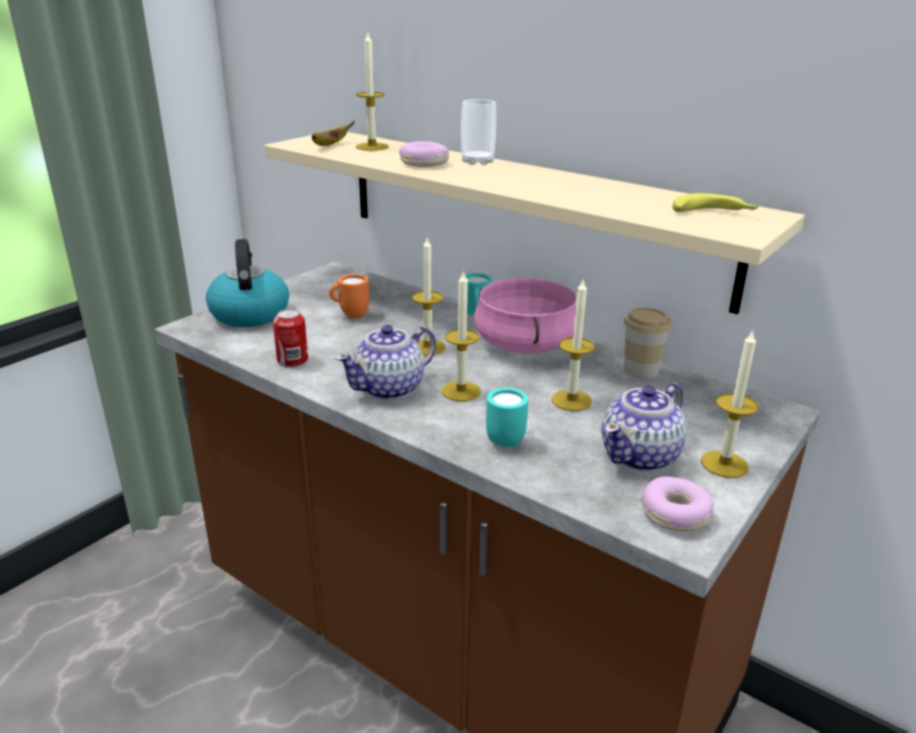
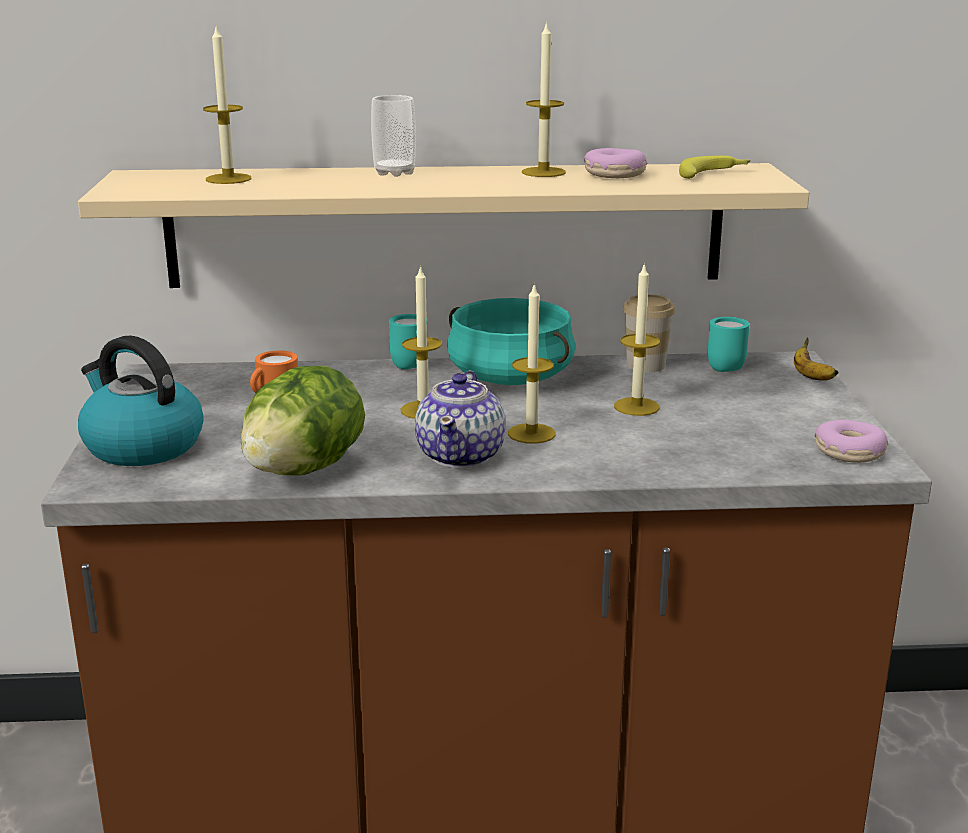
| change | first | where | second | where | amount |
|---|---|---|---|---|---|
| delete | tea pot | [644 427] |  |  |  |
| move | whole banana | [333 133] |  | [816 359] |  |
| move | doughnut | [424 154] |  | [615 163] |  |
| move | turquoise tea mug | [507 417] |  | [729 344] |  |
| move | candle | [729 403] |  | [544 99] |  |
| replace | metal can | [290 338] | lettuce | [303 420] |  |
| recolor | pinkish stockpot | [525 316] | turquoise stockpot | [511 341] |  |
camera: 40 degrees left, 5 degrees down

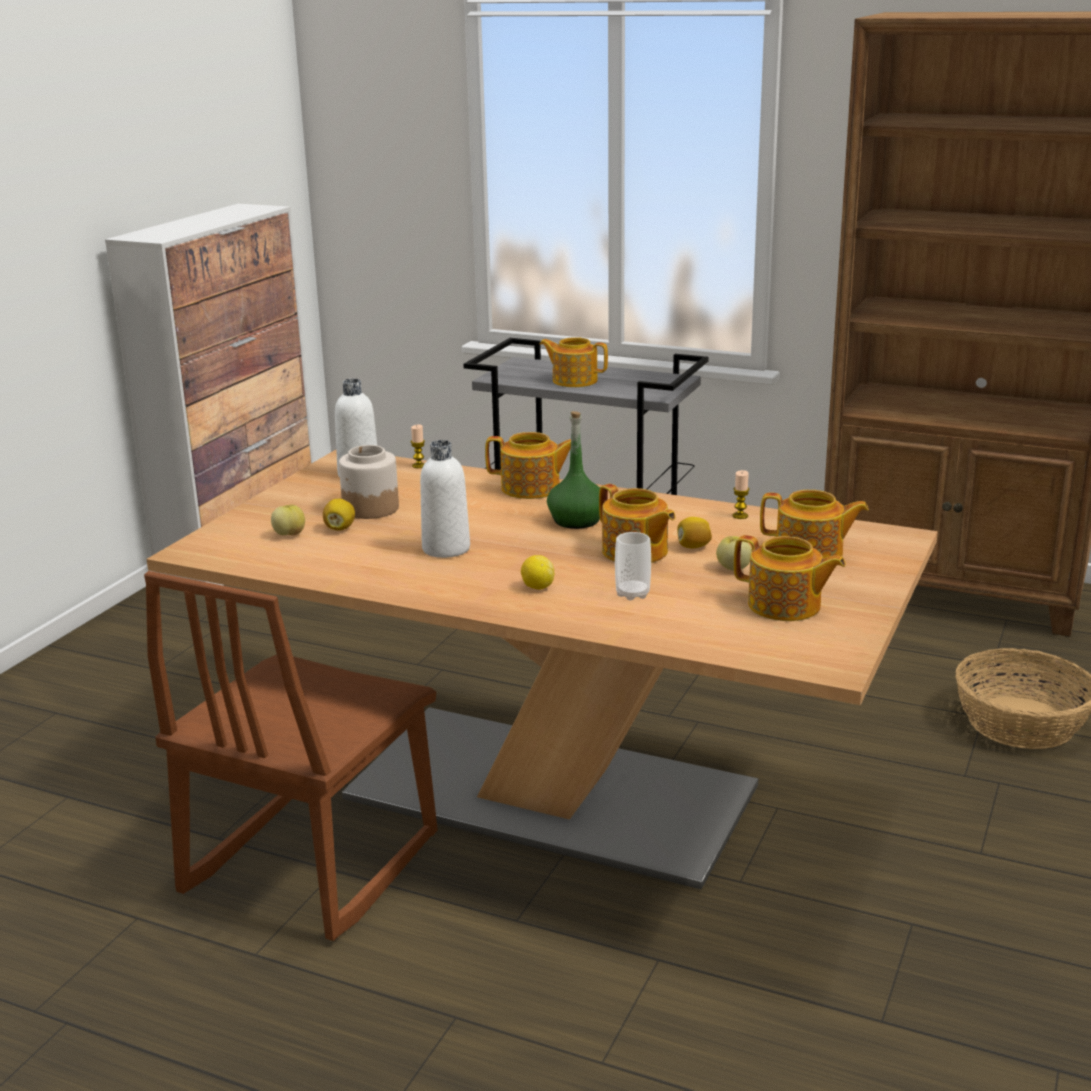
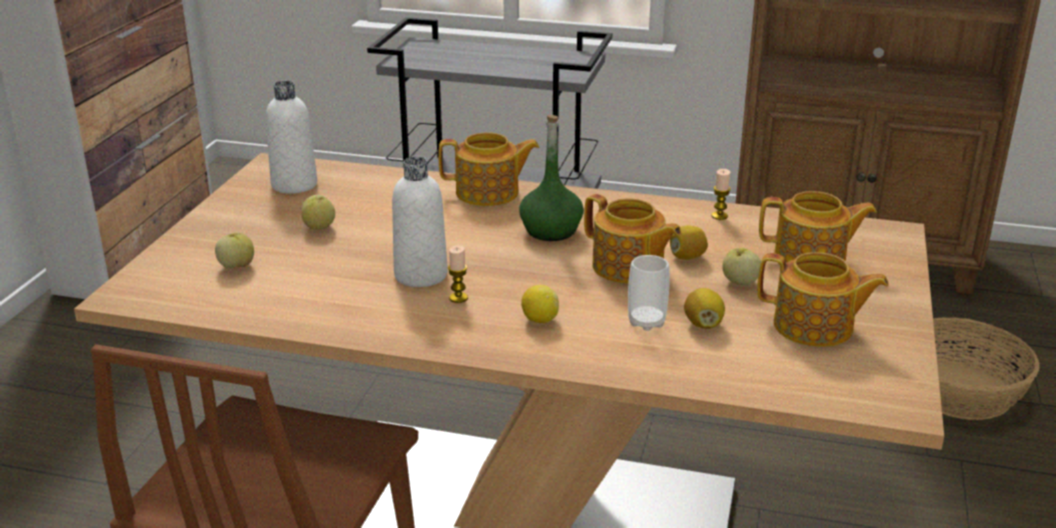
| change | first | where | second | where | amount |
|---|---|---|---|---|---|
| delete | tea pot | [574 362] |  |  |  |
| move | whole lemon | [339 515] |  | [704 308] |  |
| move | candle | [418 446] |  | [458 274] |  |
| replace | jar | [369 482] | apple | [318 212] |  |
camera: 10 degrees left, 5 degrees up

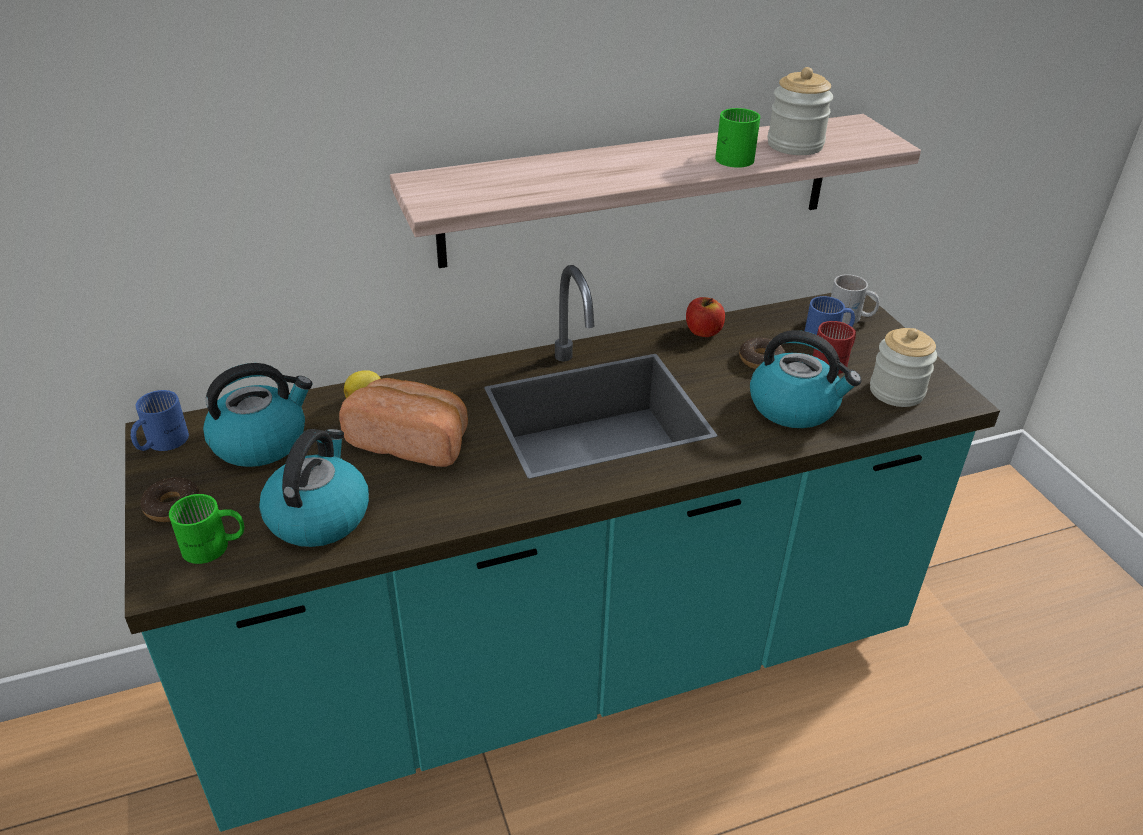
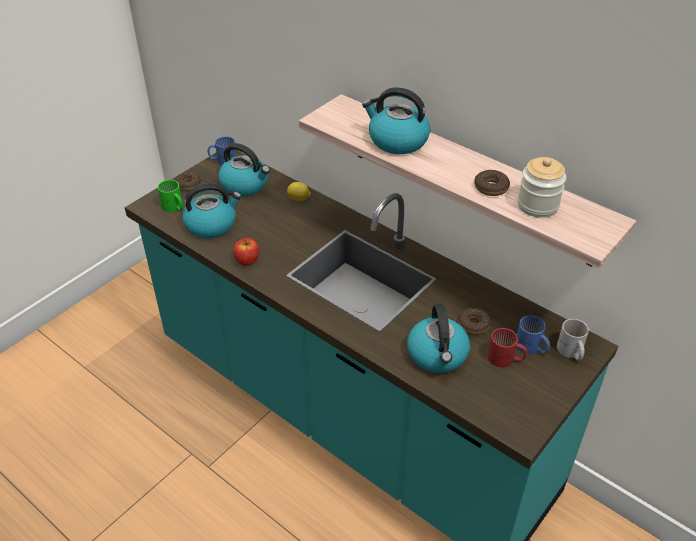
| change | first | where | second | where | amount |
|---|---|---|---|---|---|
| delete | baked bread | [403 422] |  |  |  |
| delete | jar | [903 367] |  |  |  |
| insert |  |  | tea kettle | [396 120] |  |
| move | apple | [705 317] |  | [246 252] |  |
| replace | green-coloured tea mug | [737 138] | doughnut | [492 183] |  |
camera: 60 degrees right, 5 degrees up

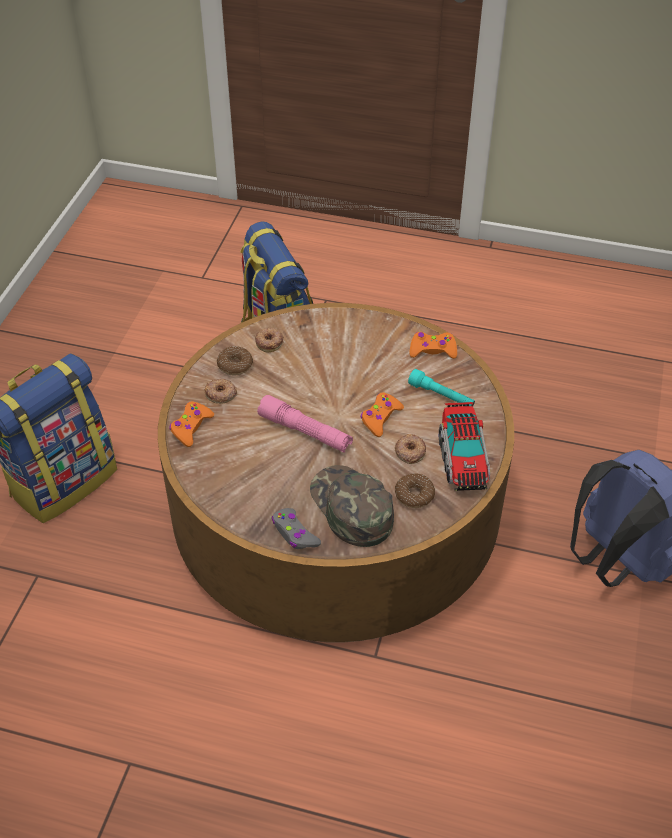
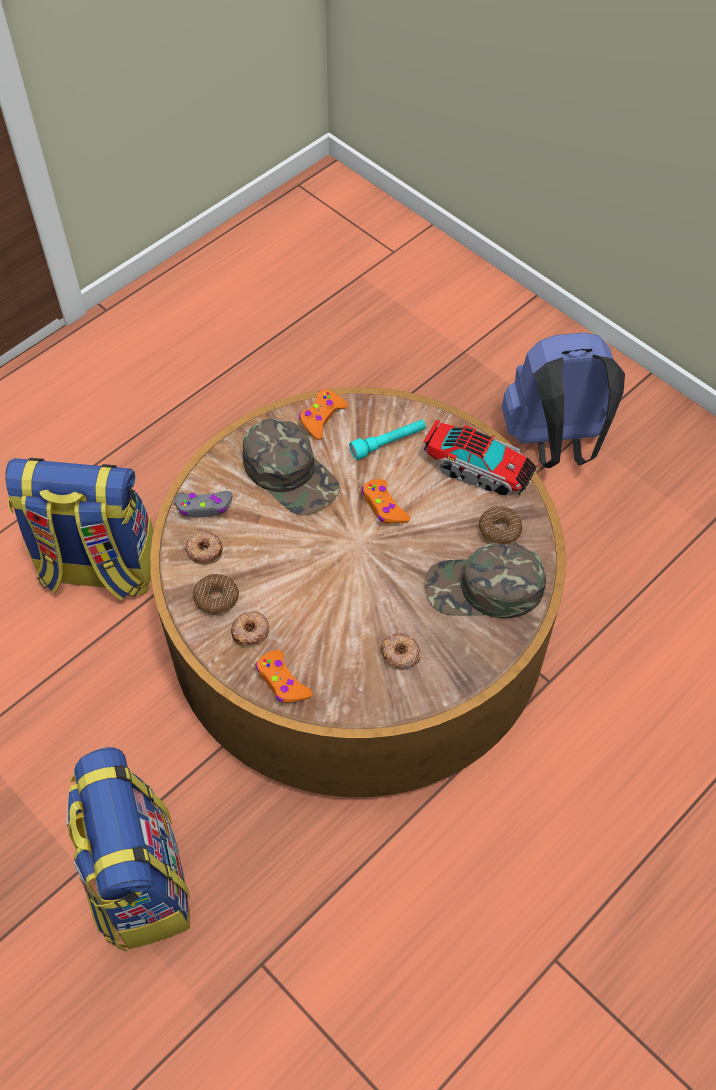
| change | first | where | second | where | amount |
|---|---|---|---|---|---|
| delete | pinkish hand torch | [305 424] |  |  |  |
| insert |  |  | green-coloured peaked cap | [291 466] |  |
| move | grey joypad | [296 528] |  | [204 504] |  |
| move | doughnut | [410 449] |  | [401 651] |  |
camera: 60 degrees left, 10 degrees up

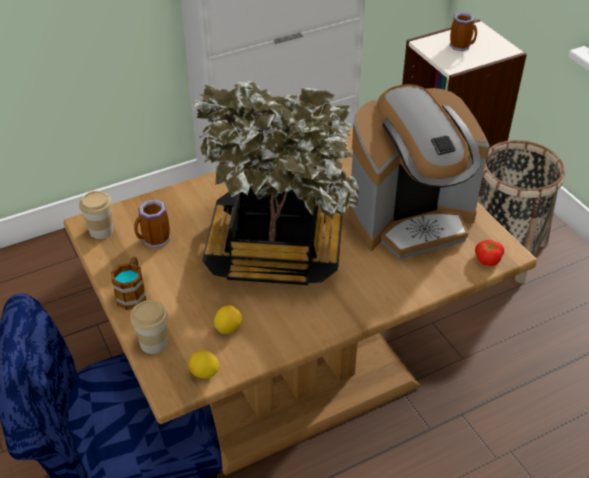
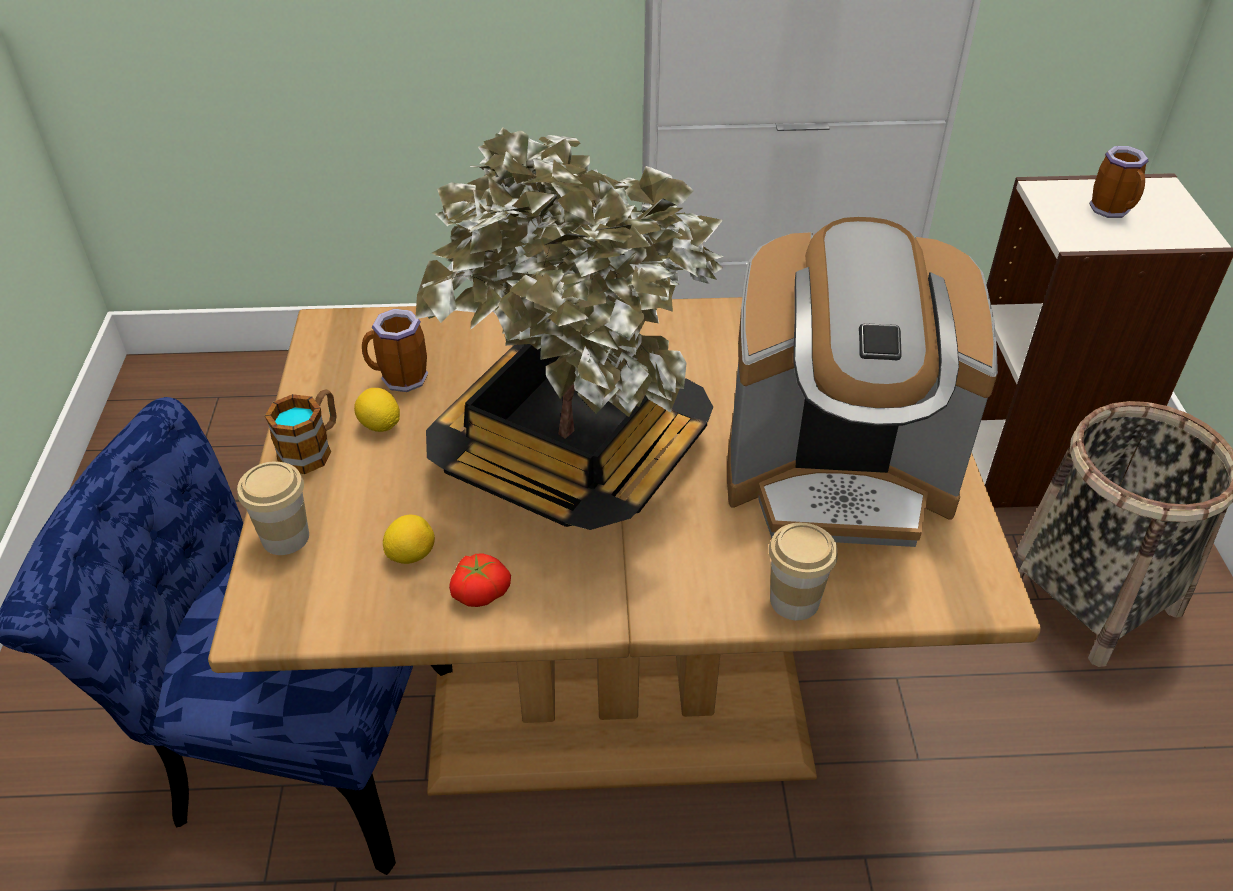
| change | first | where | second | where | amount |
|---|---|---|---|---|---|
| move | cup | [96 215] |  | [803 571] |  |
| move | whole lemon | [204 364] |  | [377 410] |  |
| move | tomato | [489 253] |  | [480 580] |  |
camera: 25 degrees right, 0 degrees up

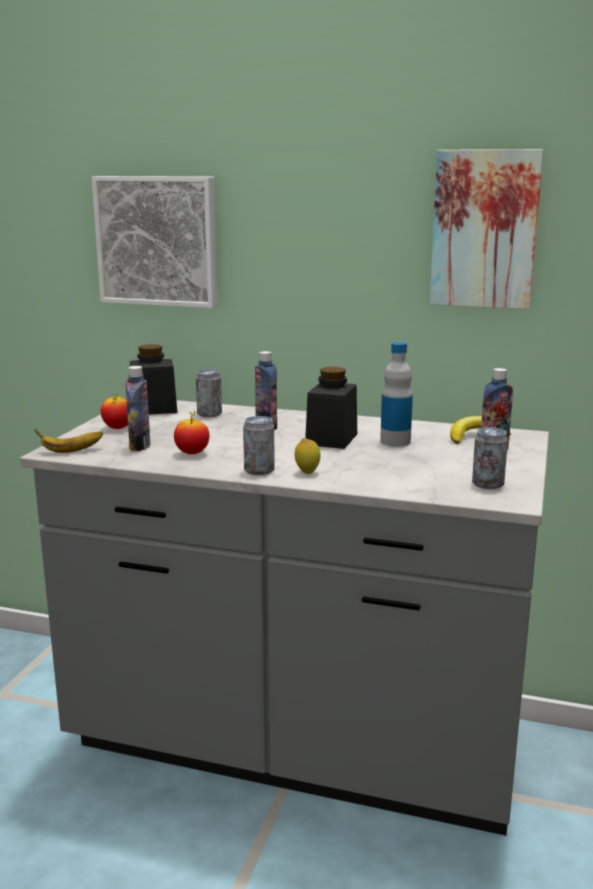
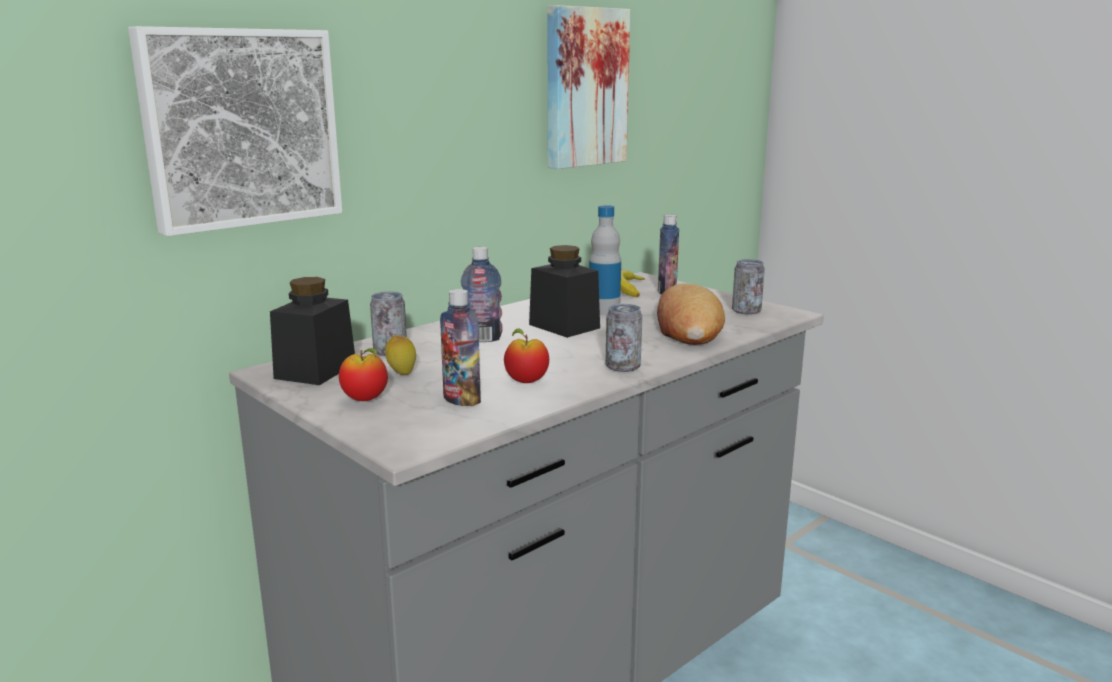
| change | first | where | second | where | amount |
|---|---|---|---|---|---|
| delete | whole banana | [68 441] |  |  |  |
| insert |  |  | baked bread | [691 314] |  |
| move | whole lemon | [307 456] |  | [400 355] |  |
camera: 60 degrees left, 0 degrees up

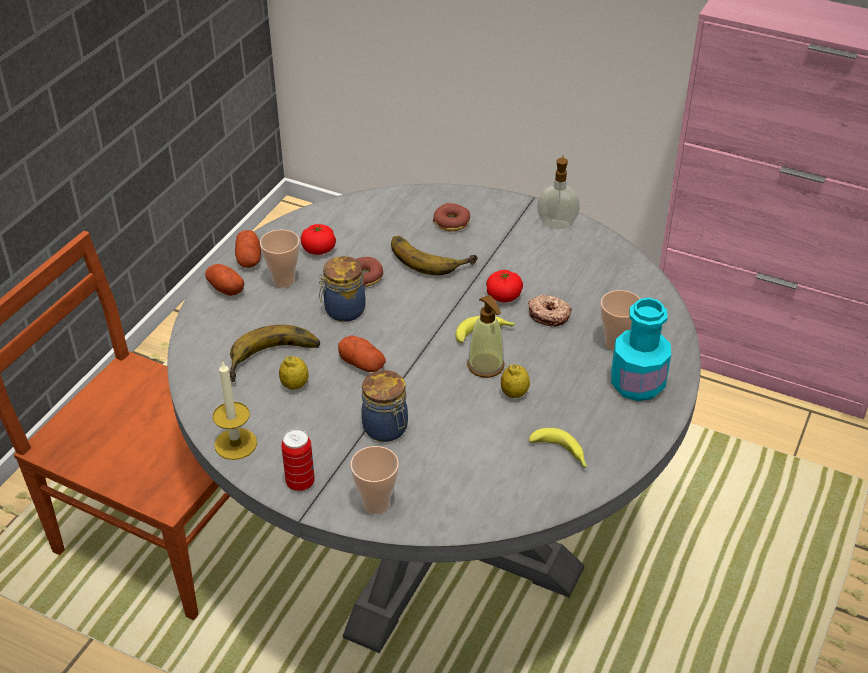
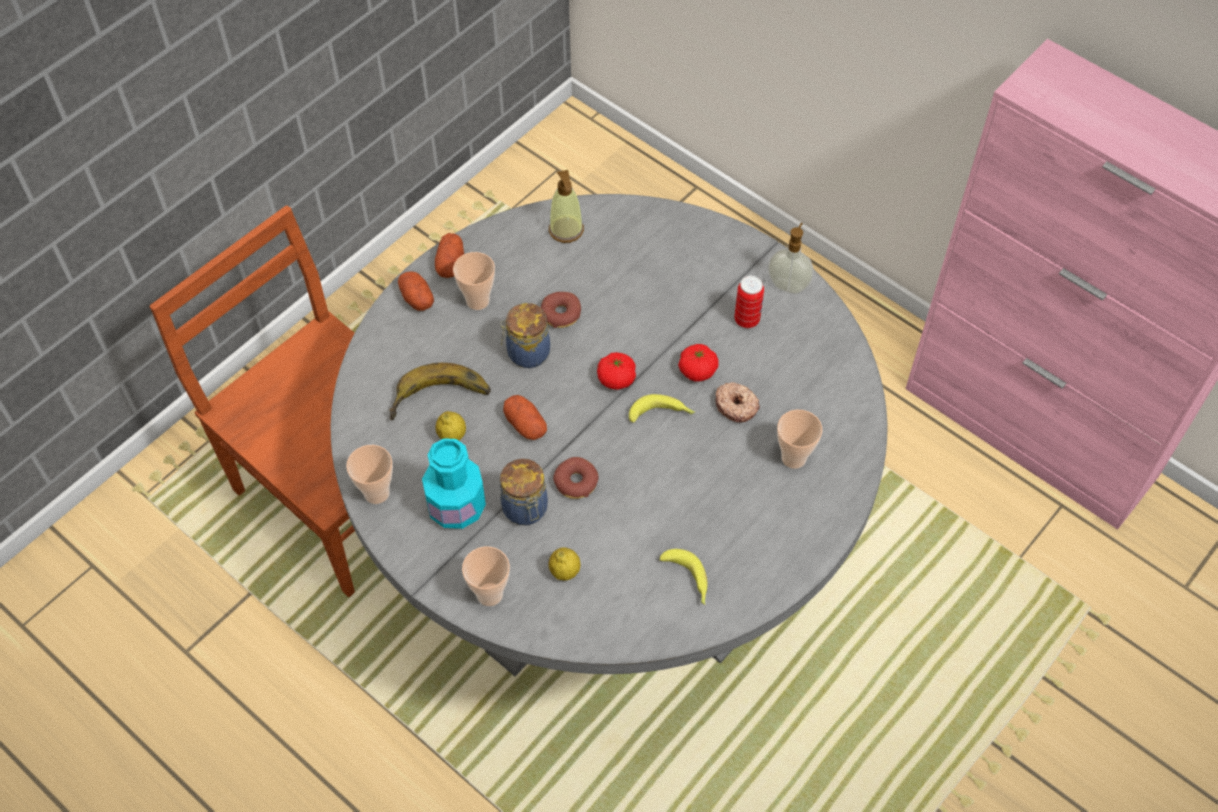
| change | first | where | second | where | amount |
|---|---|---|---|---|---|
| delete | whole banana | [434 255] |  |  |  |
| move | metal can | [298 460] |  | [749 301] |  |
| move | tomato | [318 239] |  | [616 371] |  |
| move | doughnut | [451 217] |  | [575 478] |  |
| move | liquid soap bottle | [485 336] |  | [566 206] |  |
| move | whole lemon | [515 381] |  | [564 564] |  |
| move | turquoise beverage bottle | [641 349] |  | [454 483] |  |
| replace | candle | [235 410] | cup | [369 474] |  |
camera: 15 degrees right, 15 degrees up

